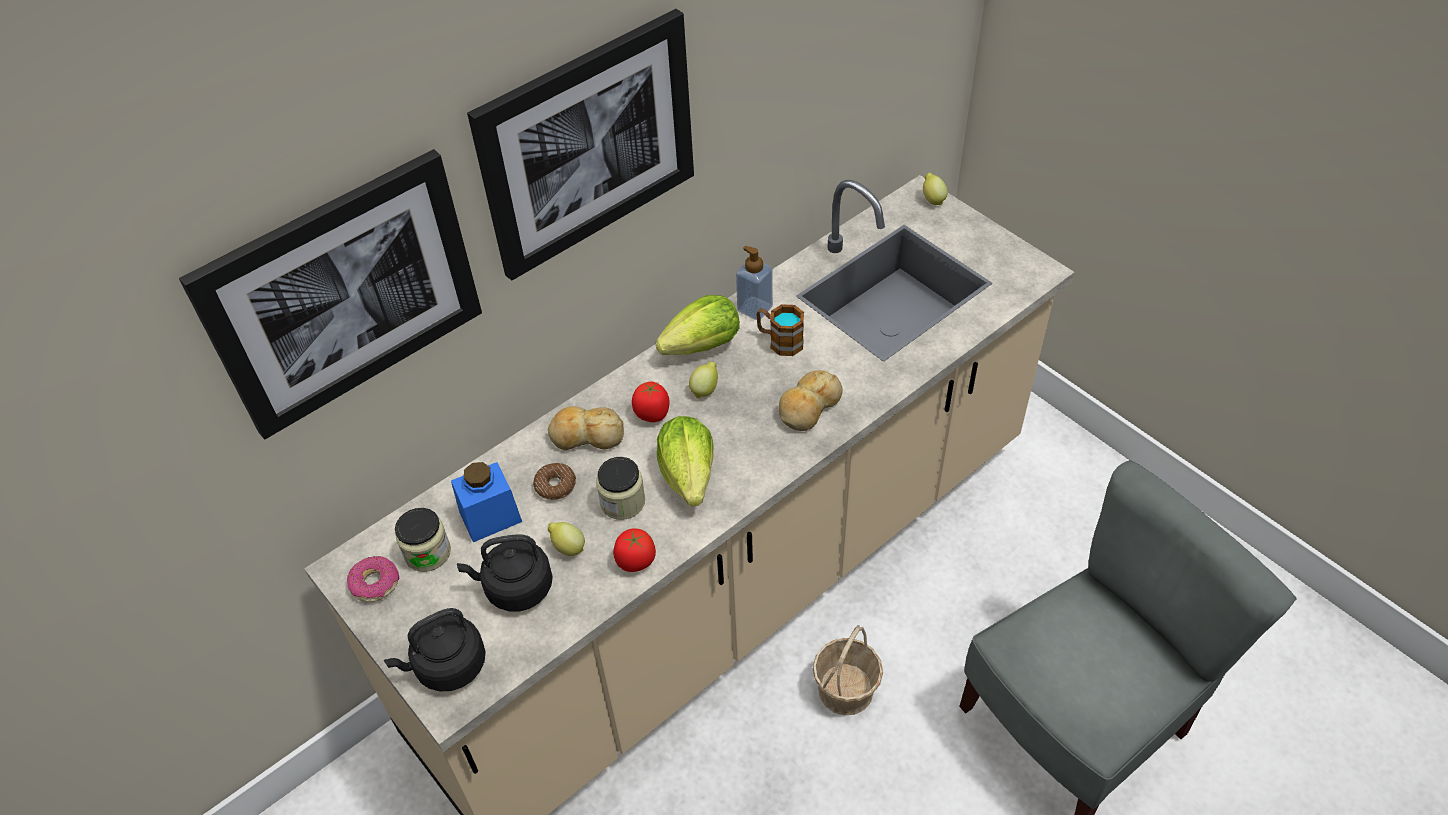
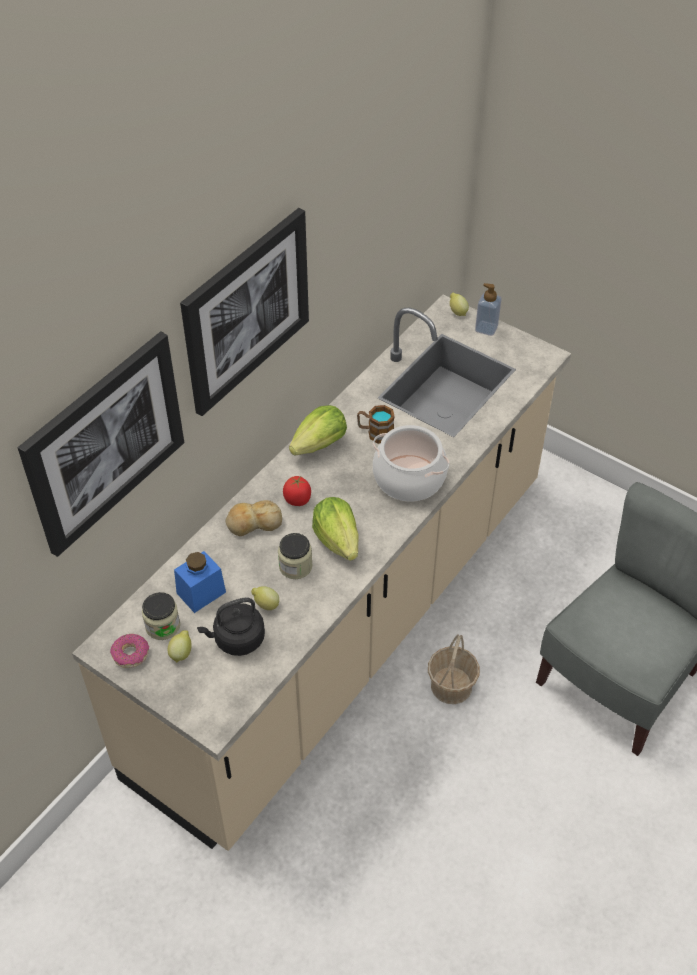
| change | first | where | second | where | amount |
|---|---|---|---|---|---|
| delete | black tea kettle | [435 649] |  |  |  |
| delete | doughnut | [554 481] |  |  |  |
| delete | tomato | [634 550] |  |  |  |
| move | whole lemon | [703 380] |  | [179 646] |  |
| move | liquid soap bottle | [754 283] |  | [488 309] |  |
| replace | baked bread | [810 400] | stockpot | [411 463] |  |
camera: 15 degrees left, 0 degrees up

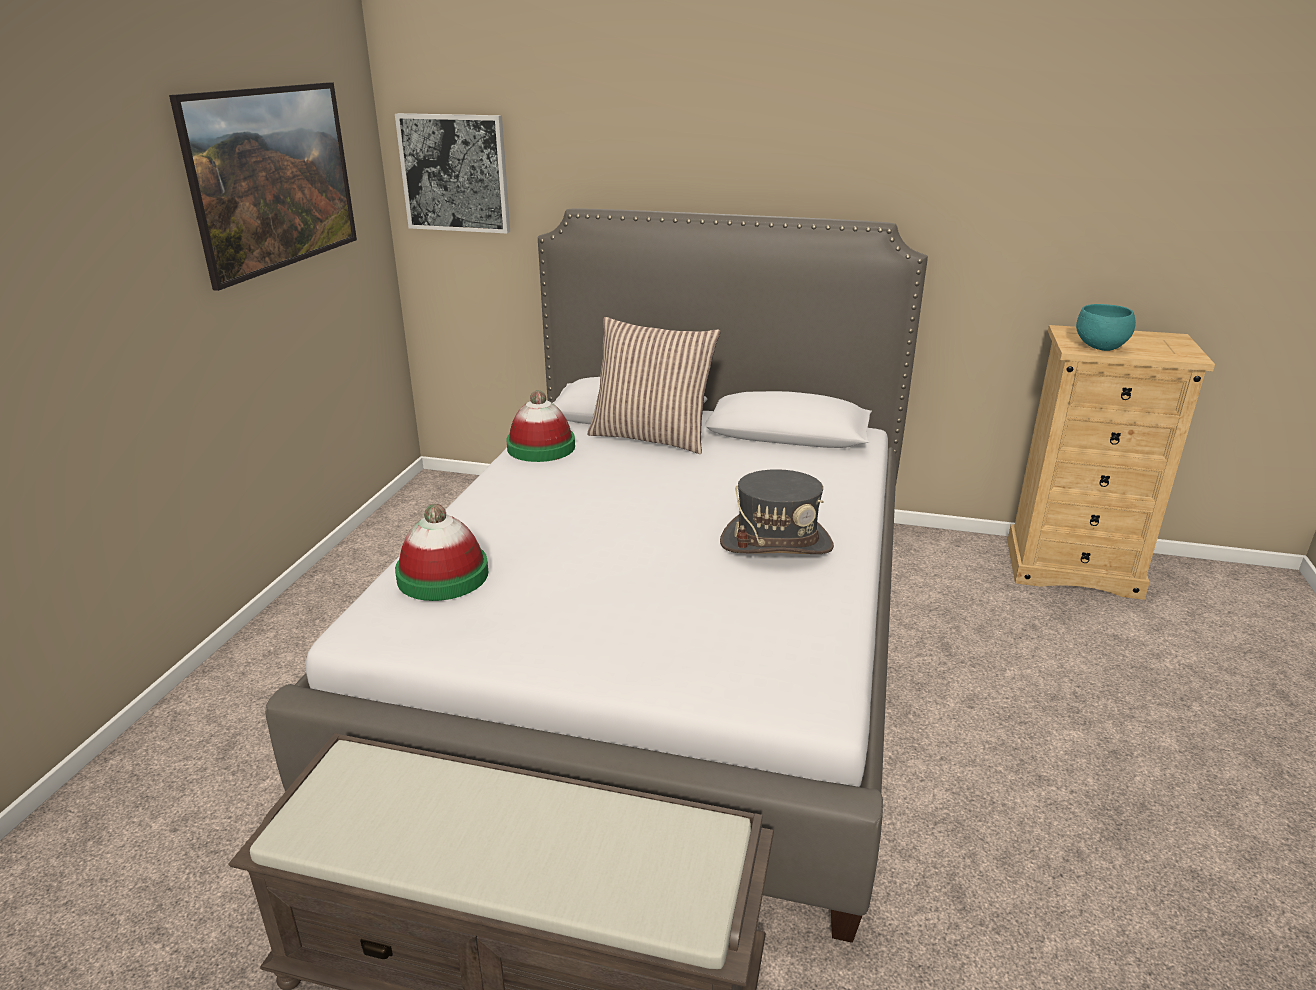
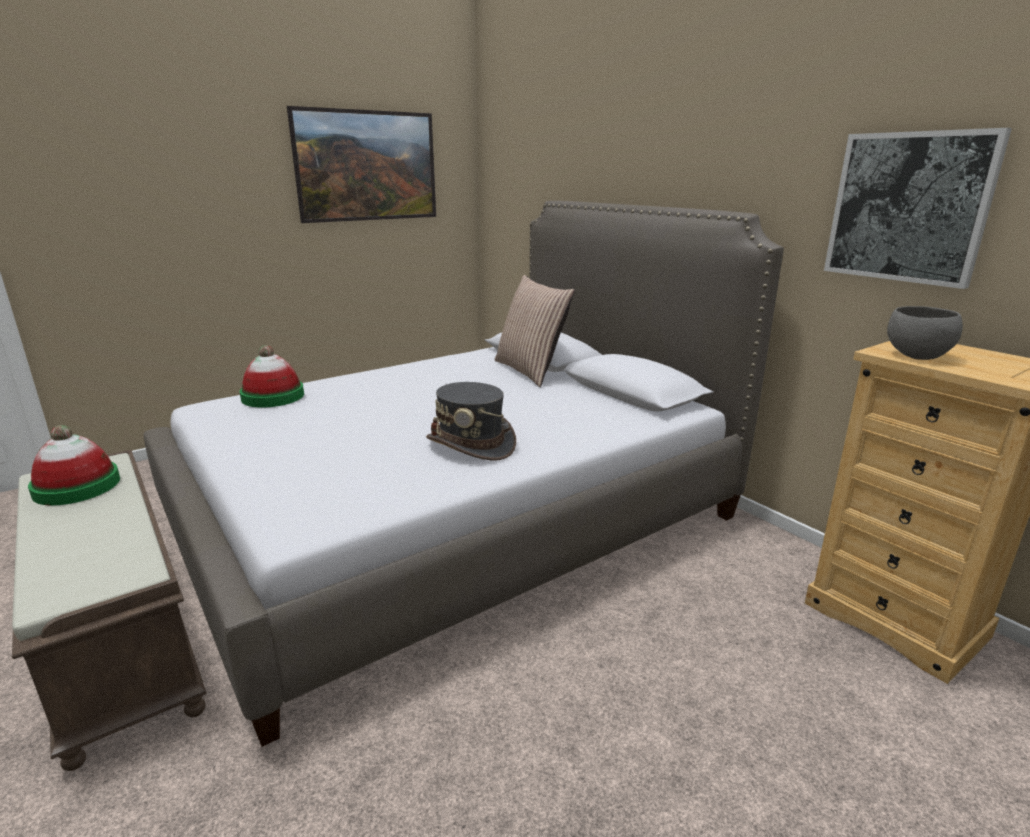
| change | first | where | second | where | amount |
|---|---|---|---|---|---|
| move | wall picture | [452 173] |  | [918 208] |  |
| move | clothing hat | [540 426] |  | [74 465] |  |
| recolor | turquoise serving bowl | [1106 327] | grey serving bowl | [925 333] |  |
camera: 40 degrees right, 5 degrees down

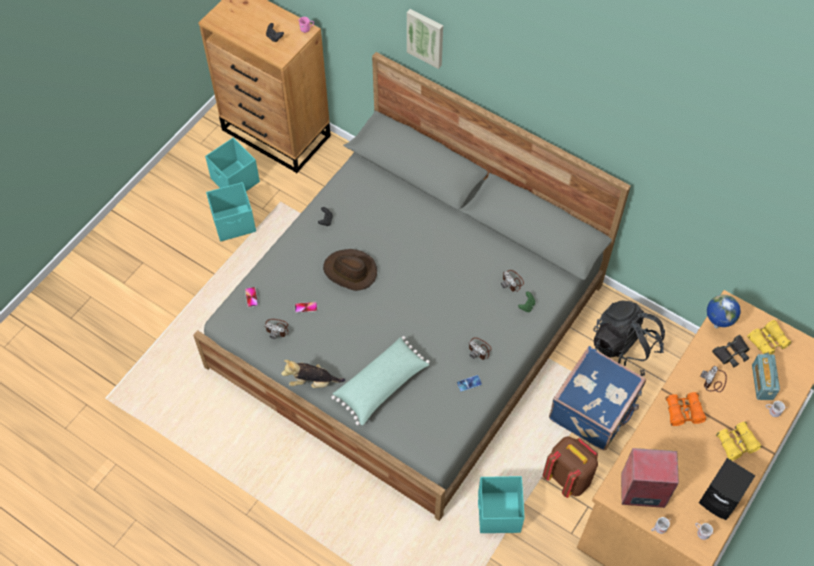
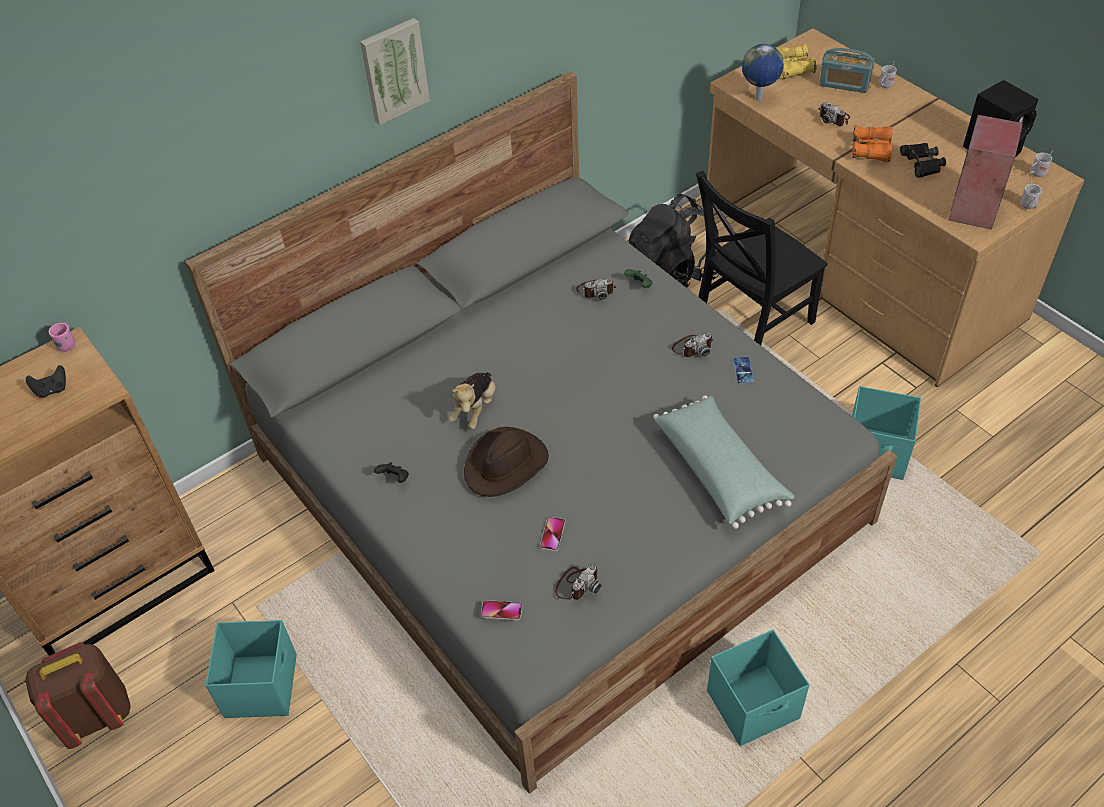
| change | first | where | second | where | amount |
|---|---|---|---|---|---|
| delete | yellowish binoculars | [739 441] |  |  |  |
| move | turquoise storage container | [232 164] |  | [758 688] |  |
| move | soft toy | [313 374] |  | [472 400] |  |
| move | wall picture | [425 39] |  | [395 71] |  |
| move | brown-coloured backpack | [570 467] |  | [78 695] |  |
| move | black binoculars | [731 351] |  | [923 160] |  |
| replace | bluish suitcase | [597 398] | black plain chair | [762 258] |  |
camera: 70 degrees left, 10 degrees down

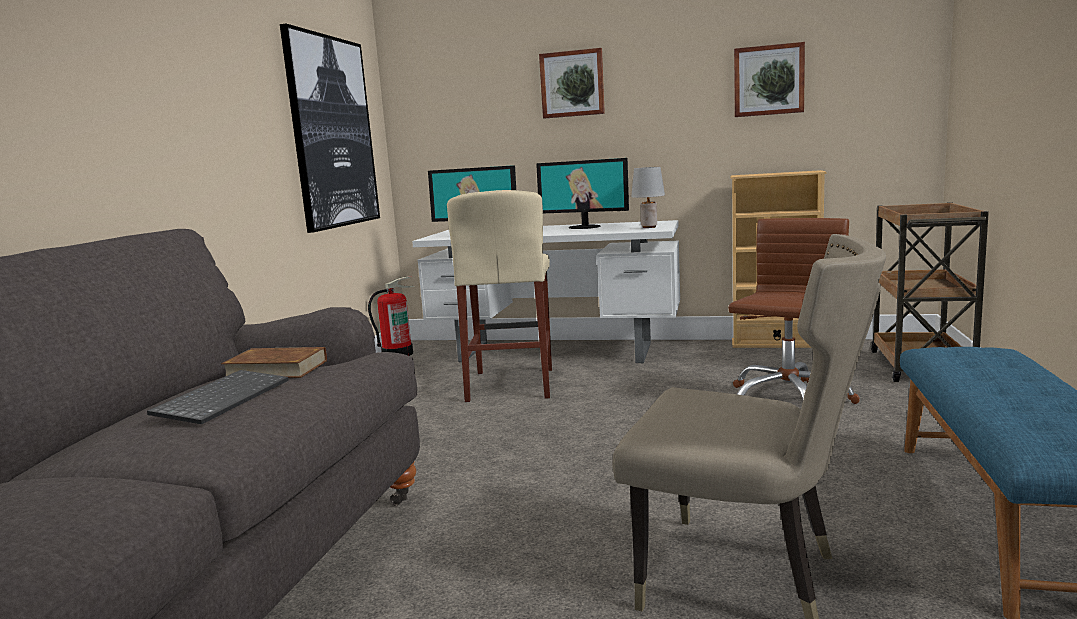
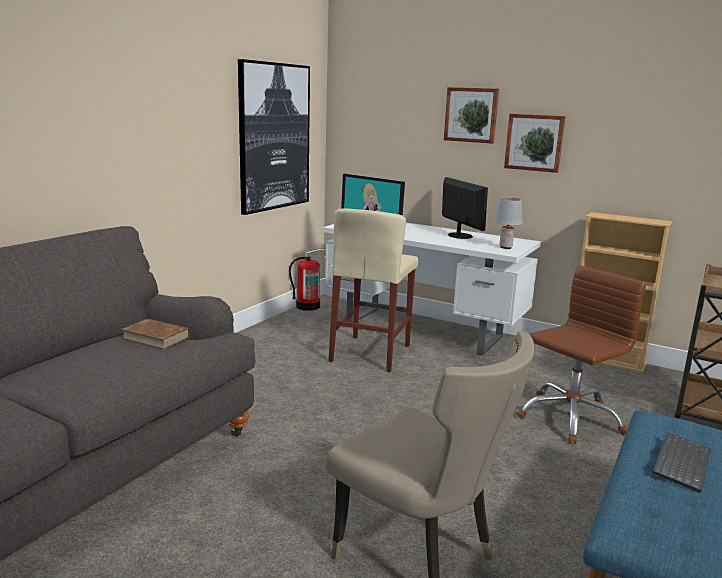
| change | first | where | second | where | amount |
|---|---|---|---|---|---|
| move | computer keyboard | [217 397] |  | [681 462] |  |
| move | wall picture | [769 79] |  | [535 143] |  |
| rotate | monitor | [582 193] |  | [465 208] | 150 degrees counterclockwise |
camera: 15 degrees right, 5 degrees up

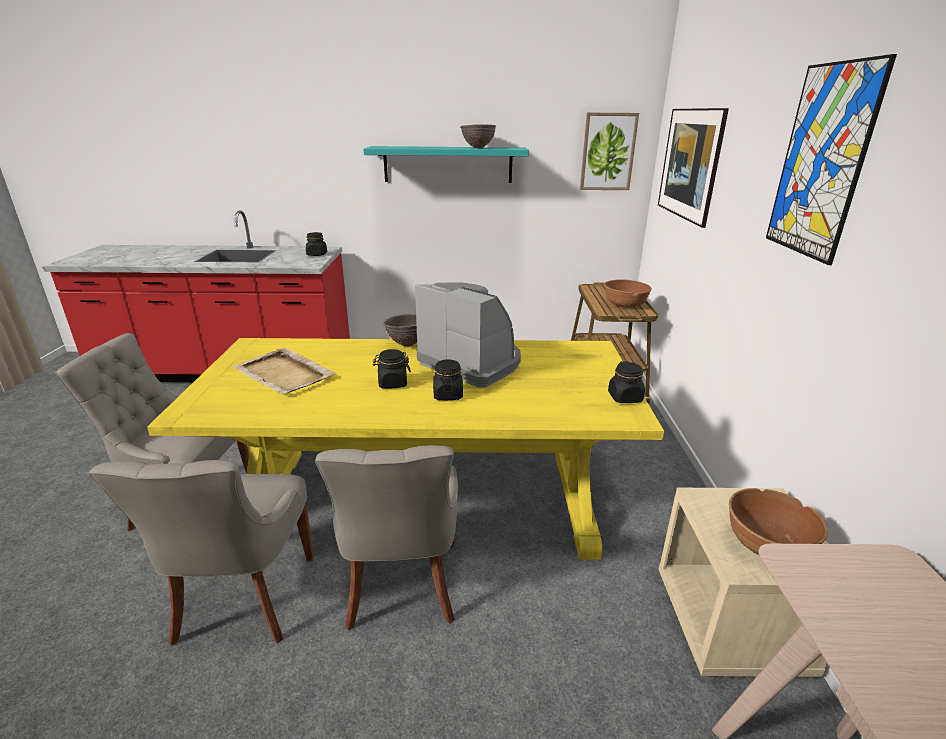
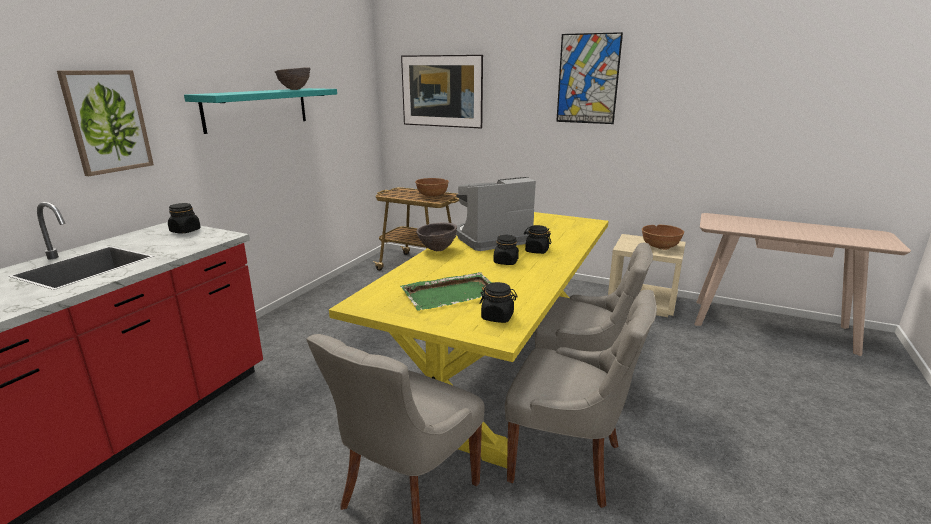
| change | first | where | second | where | amount |
|---|---|---|---|---|---|
| move | wall picture | [609 151] |  | [105 123] |  |
| move | black jar | [626 382] |  | [498 302] |  |
| recolor | beige tray | [284 371] | green-coloured tray | [446 291] |  |
camera: 65 degrees left, 5 degrees down

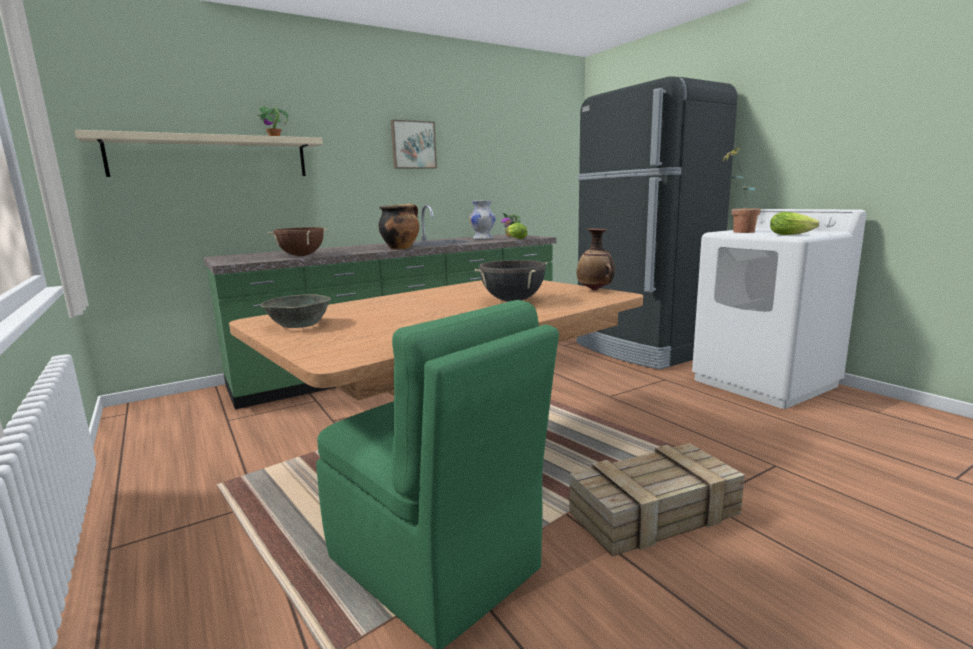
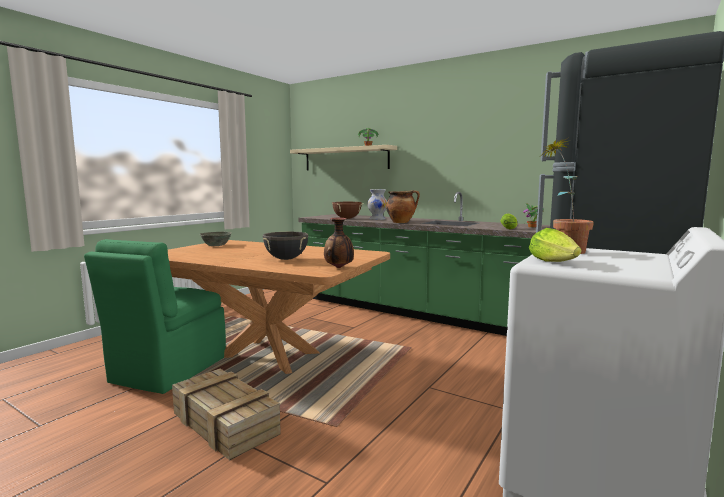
| change | first | where | second | where | amount |
|---|---|---|---|---|---|
| delete | wall picture | [414 144] |  |  |  |
| move | white vase | [482 219] |  | [377 204] |  |
camera: 65 degrees right, 5 degrees down

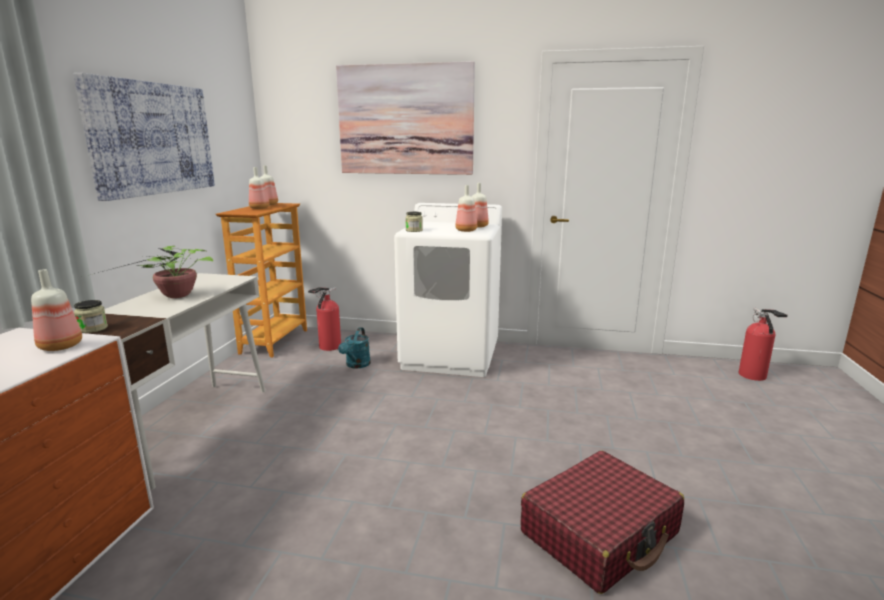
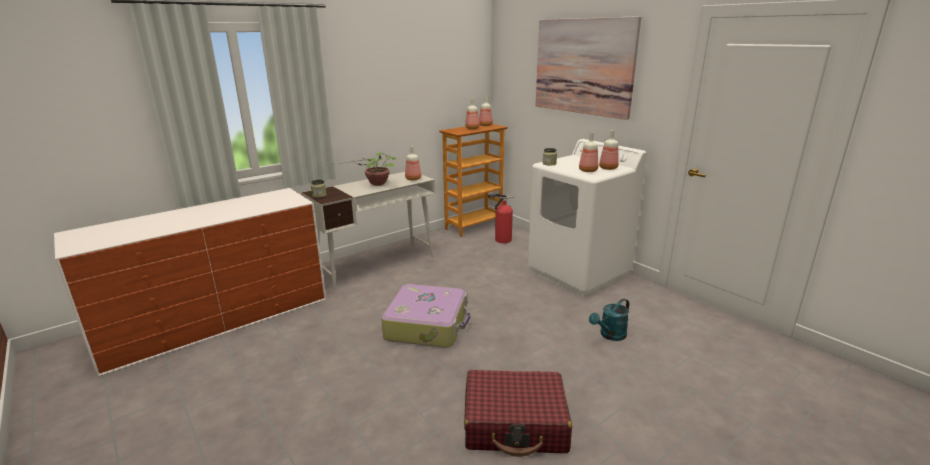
| change | first | where | second | where | amount |
|---|---|---|---|---|---|
| delete | wall picture | [144 137] |  |  |  |
| delete | fire extinguisher | [763 344] |  |  |  |
| insert |  |  | suitcase | [425 316] |  |
| move | beverage bottle | [56 310] |  | [413 163] |  |
| move | turquoise watering can | [354 347] |  | [609 319] |  |
camera: 40 degrees right, 5 degrees up

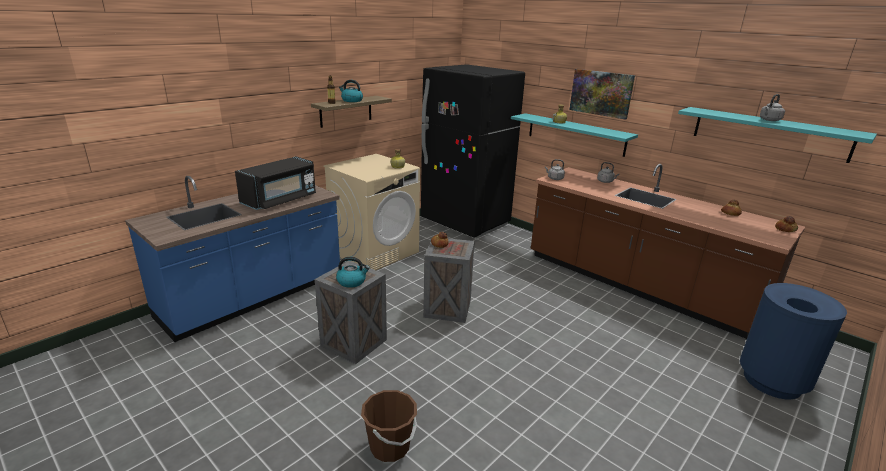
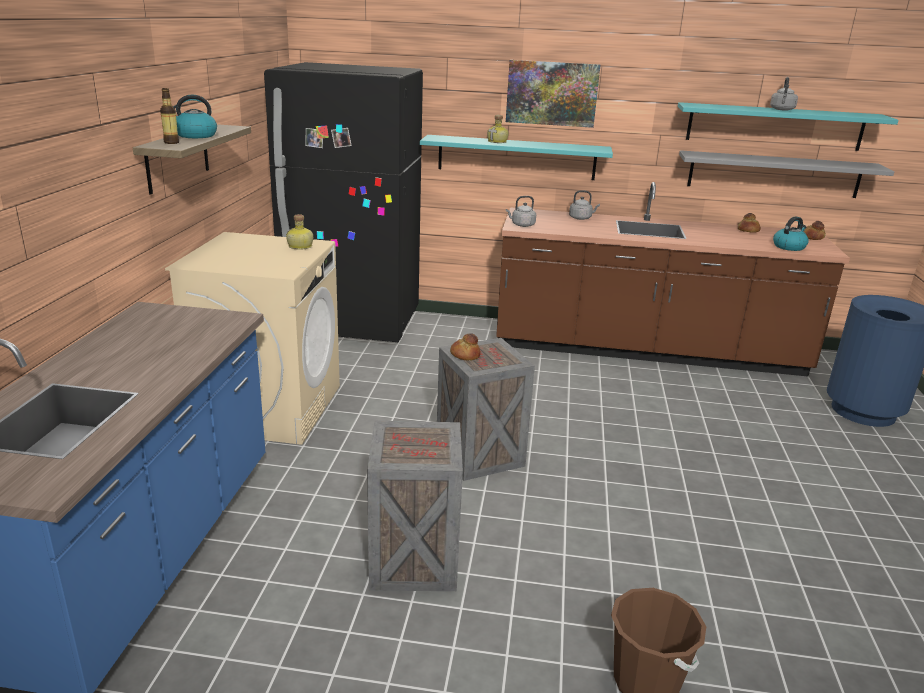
| change | first | where | second | where | amount |
|---|---|---|---|---|---|
| delete | black kitchen microwave | [275 183] |  |  |  |
| insert |  |  | grey bracket shelf | [786 174] |  |
| move | tea kettle | [353 272] |  | [791 233] |  |
camera: 35 degrees left, 0 degrees up

